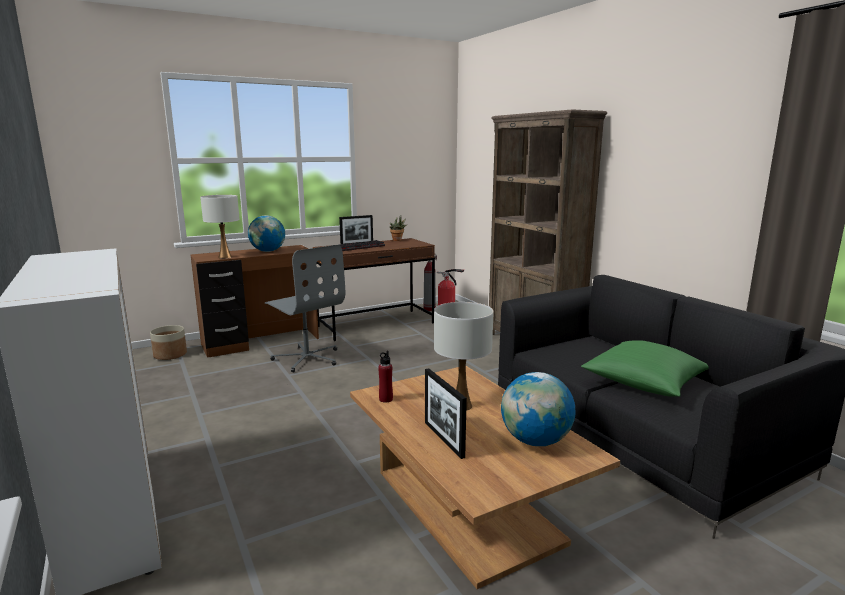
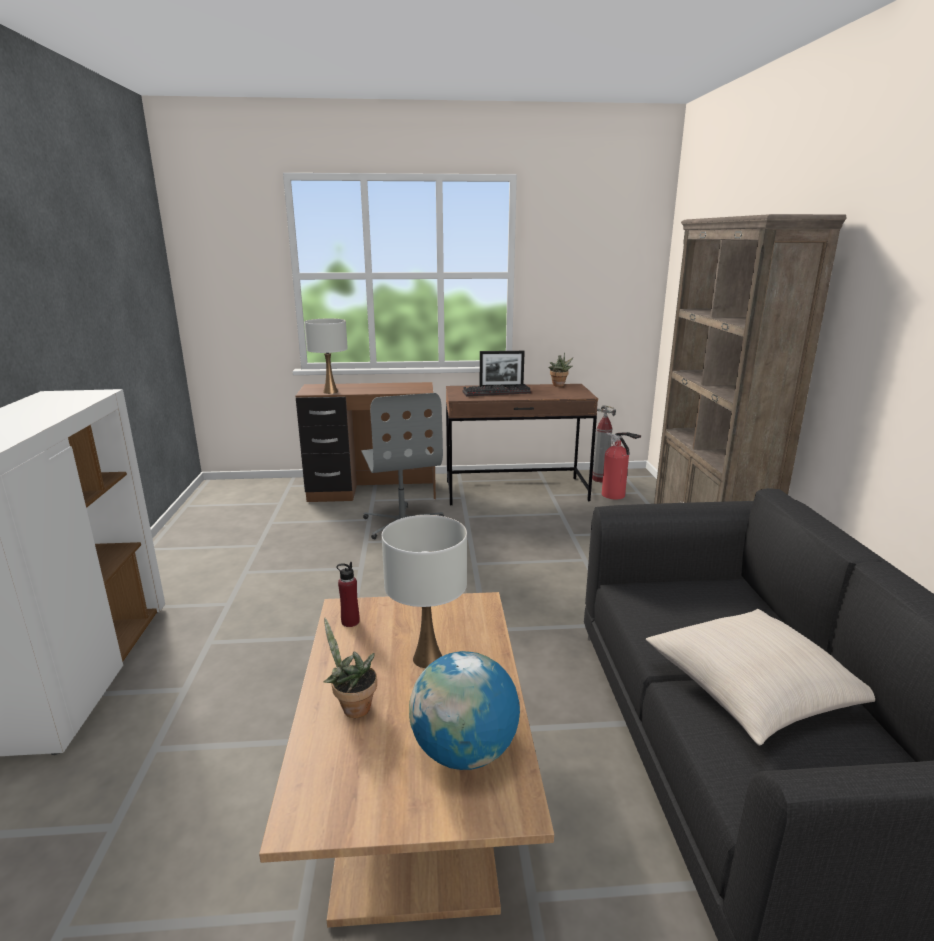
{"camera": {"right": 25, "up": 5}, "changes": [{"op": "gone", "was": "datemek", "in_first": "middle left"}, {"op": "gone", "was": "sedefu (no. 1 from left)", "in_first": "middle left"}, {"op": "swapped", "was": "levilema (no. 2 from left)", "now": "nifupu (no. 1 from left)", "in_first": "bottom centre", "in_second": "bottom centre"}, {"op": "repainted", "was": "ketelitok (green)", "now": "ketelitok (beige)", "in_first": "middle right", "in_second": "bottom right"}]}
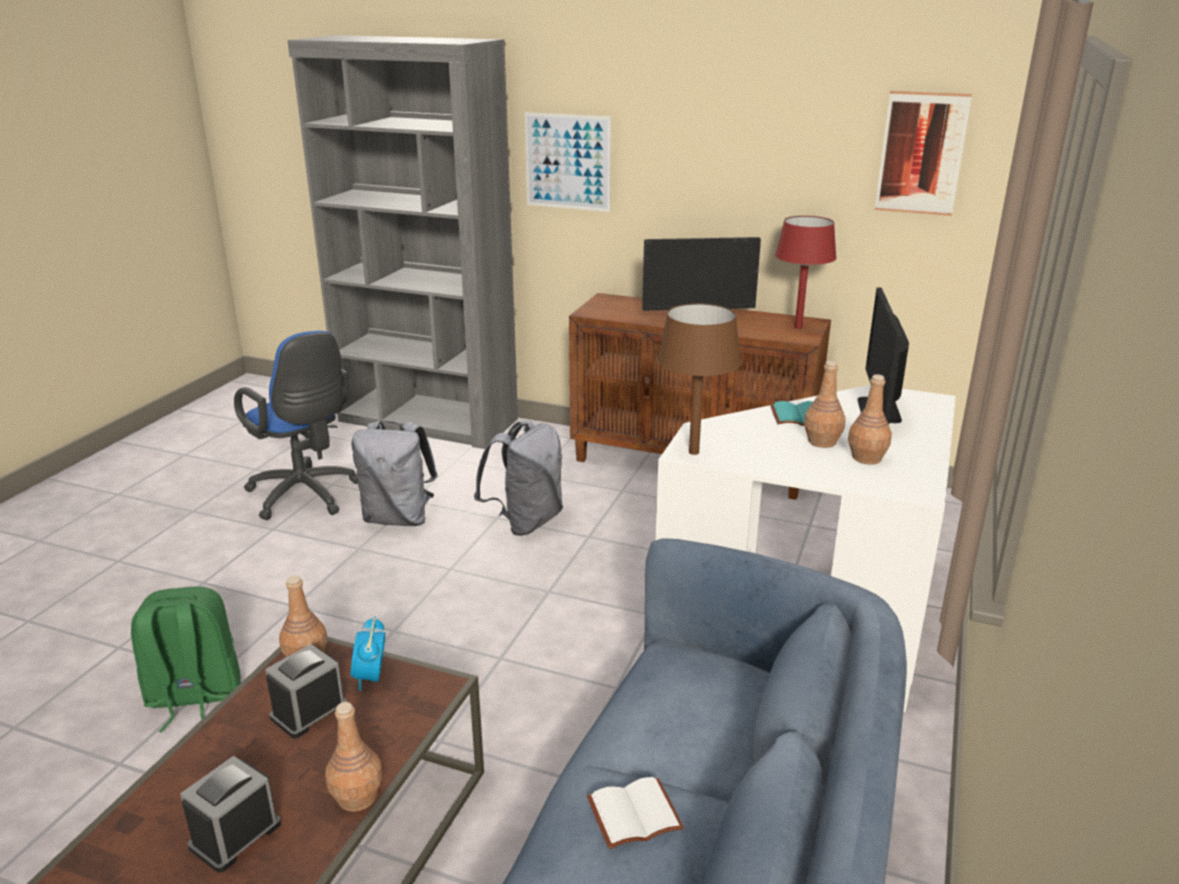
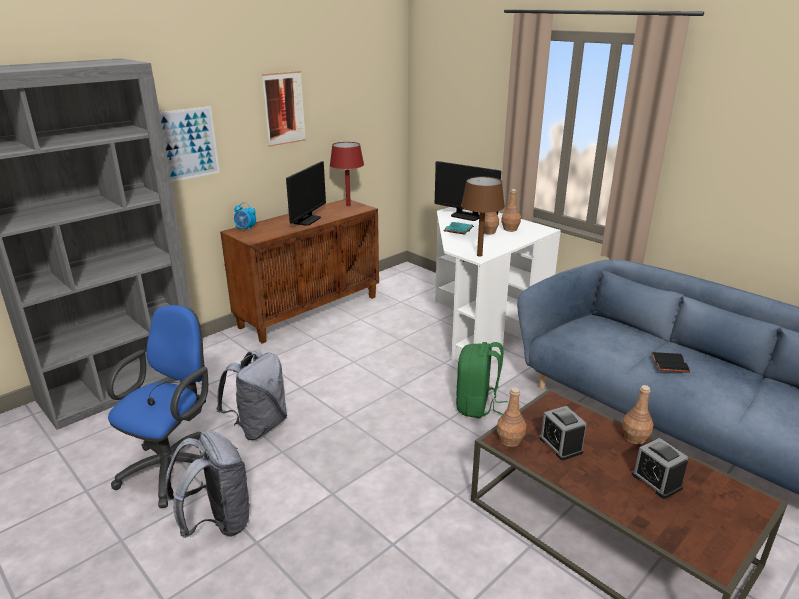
{"camera": {"right": -65, "up": 0}, "changes": [{"op": "shifted", "was": "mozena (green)", "in_first": "bottom left", "in_second": "centre"}, {"op": "rotated", "was": "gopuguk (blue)", "in_first": "middle left", "in_second": "bottom left", "clockwise": -45}, {"op": "shifted", "was": "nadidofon (no. 3 from left in the first image)", "now": "nadidofon (no. 1 from left)", "in_first": "bottom left", "in_second": "middle left"}, {"op": "shifted", "was": "mozena (grey) (no. 2 from left in the first image)", "now": "mozena (grey) (no. 1 from left)", "in_first": "centre", "in_second": "bottom left"}, {"op": "repainted", "was": "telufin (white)", "now": "telufin (black)", "in_first": "bottom centre", "in_second": "middle right"}, {"op": "shifted", "was": "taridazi (no. 2 from left)", "in_first": "top right", "in_second": "top centre"}]}
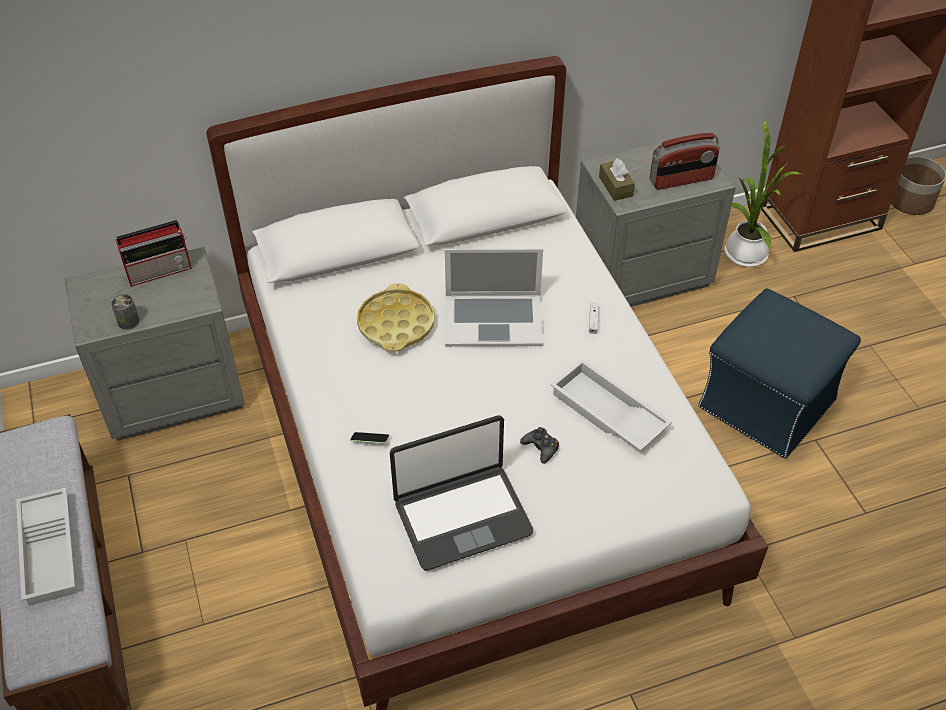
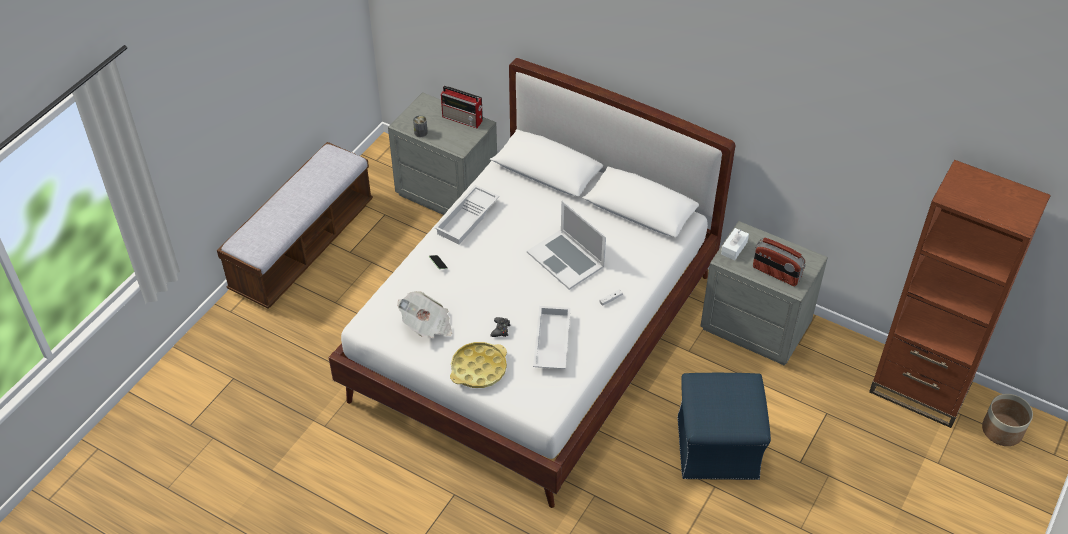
{"camera": {"right": 50, "up": 0}, "changes": [{"op": "shifted", "was": "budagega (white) (no. 1 from left)", "in_first": "bottom left", "in_second": "centre"}, {"op": "shifted", "was": "budagega (yellow)", "in_first": "centre", "in_second": "bottom centre"}, {"op": "swapped", "was": "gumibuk (no. 1 from left)", "now": "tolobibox", "in_first": "bottom centre", "in_second": "centre"}, {"op": "repainted", "was": "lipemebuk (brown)", "now": "lipemebuk (white)", "in_first": "top centre", "in_second": "middle right"}, {"op": "gone", "was": "nifupu", "in_first": "top right"}]}
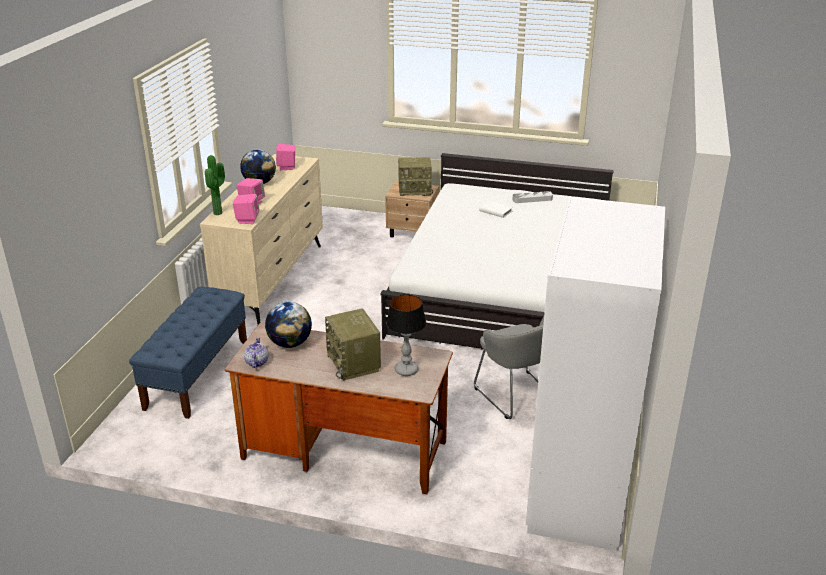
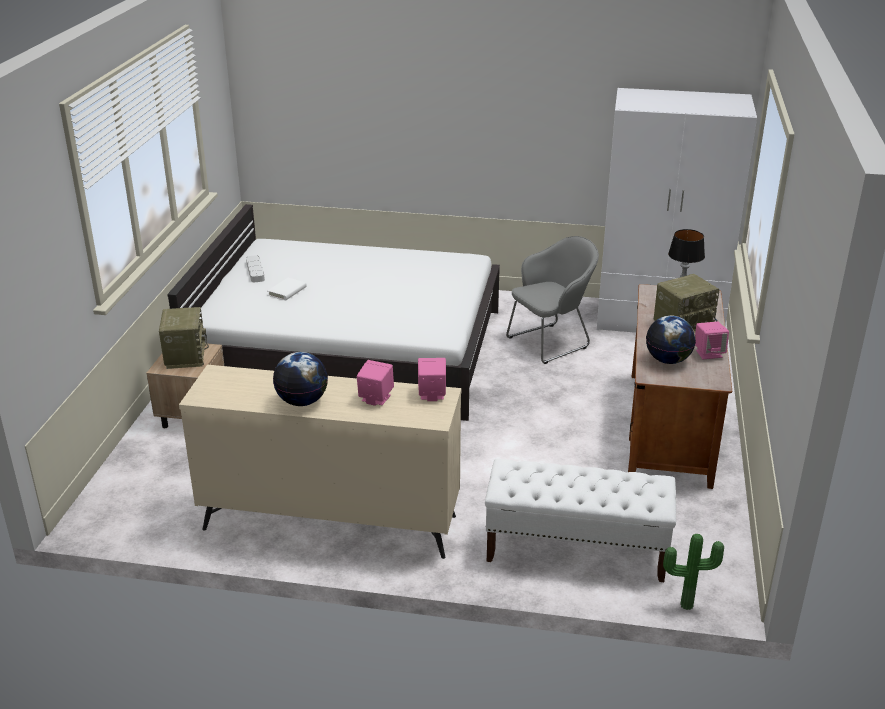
{"camera": {"right": -95, "up": 0}, "changes": [{"op": "repainted", "was": "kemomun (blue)", "now": "kemomun (white)", "in_first": "middle left", "in_second": "bottom centre"}, {"op": "shifted", "was": "nifupu", "in_first": "top left", "in_second": "bottom right"}, {"op": "gone", "was": "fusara", "in_first": "middle left"}, {"op": "shifted", "was": "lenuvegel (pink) (no. 3 from left)", "in_first": "top centre", "in_second": "middle right"}]}
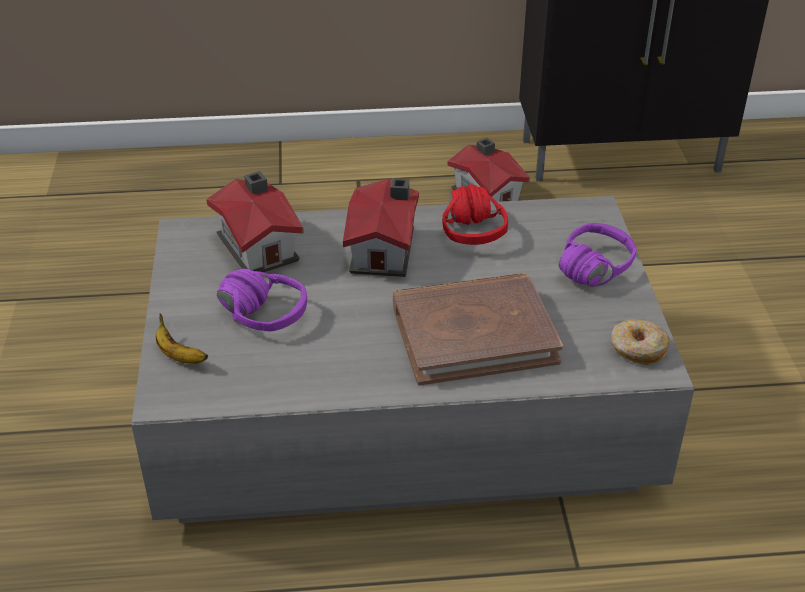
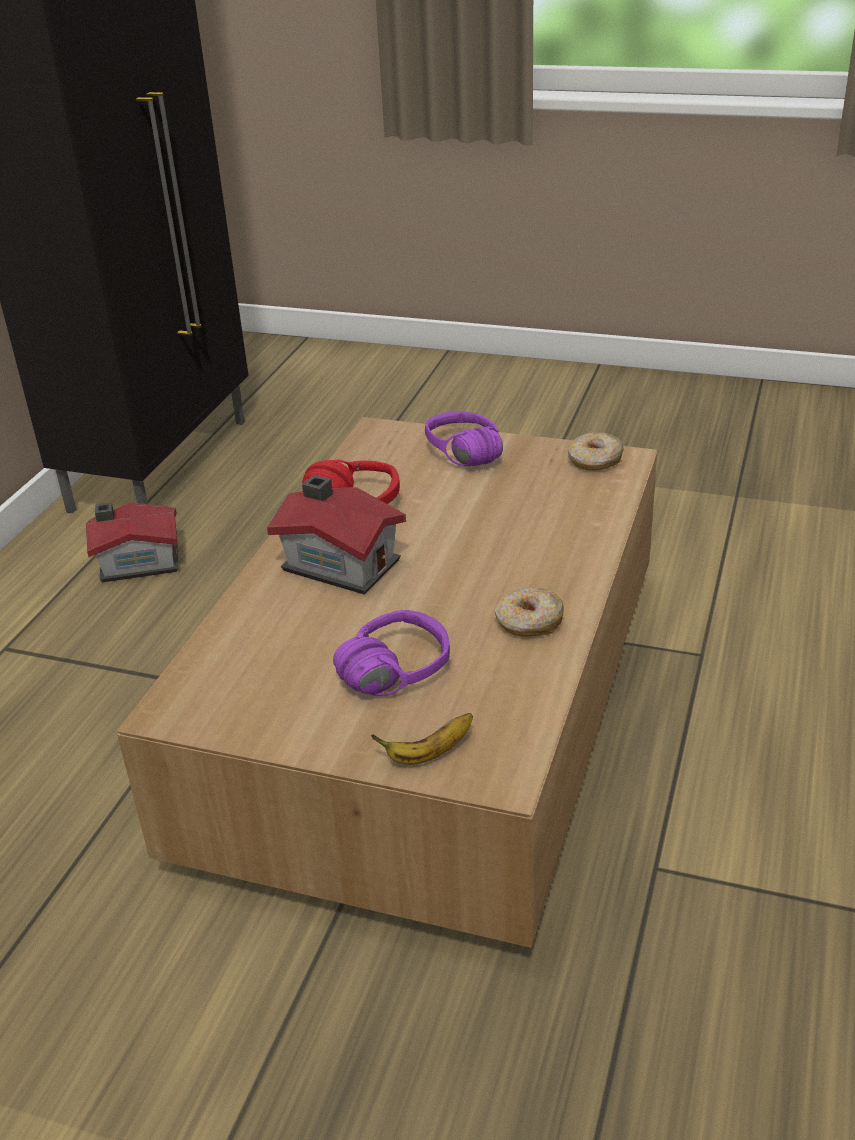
{"camera": {"right": -65, "up": -5}, "changes": [{"op": "repainted", "was": "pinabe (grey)", "now": "pinabe (brown)", "in_first": "centre", "in_second": "centre"}, {"op": "gone", "was": "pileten (no. 1 from left)", "in_first": "middle left"}, {"op": "gone", "was": "telufin (brown)", "in_first": "centre"}, {"op": "new", "now": "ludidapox (no. 1 from left)", "in_second": "centre"}]}
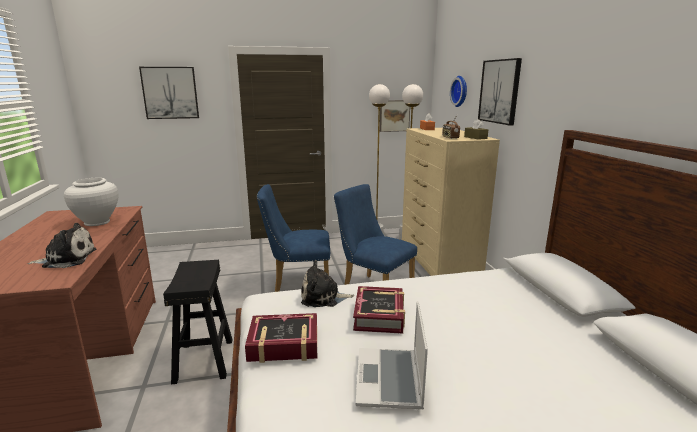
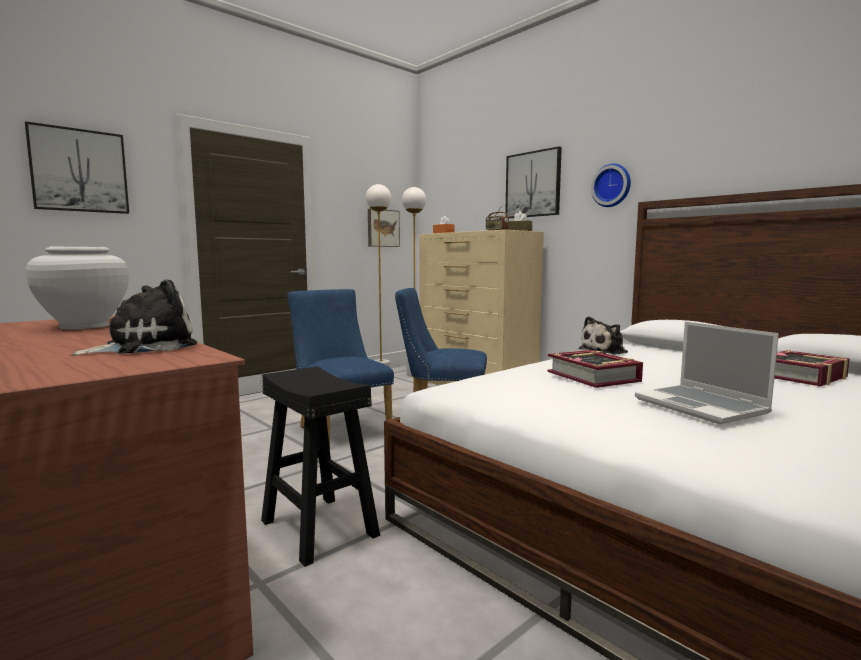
{"camera": {"right": -30, "up": -10}, "changes": [{"op": "shifted", "was": "telufin (no. 1 from left in the first image)", "now": "telufin (no. 2 from left)", "in_first": "bottom centre", "in_second": "middle right"}, {"op": "rotated", "was": "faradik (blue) (no. 1 from left)", "in_first": "centre", "in_second": "centre", "clockwise": 90}, {"op": "shifted", "was": "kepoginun (no. 2 from left)", "in_first": "centre", "in_second": "middle right"}, {"op": "shifted", "was": "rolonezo", "in_first": "top centre", "in_second": "top right"}]}
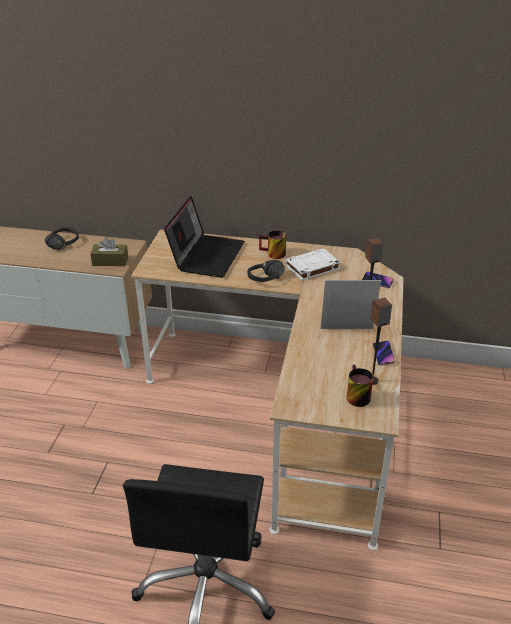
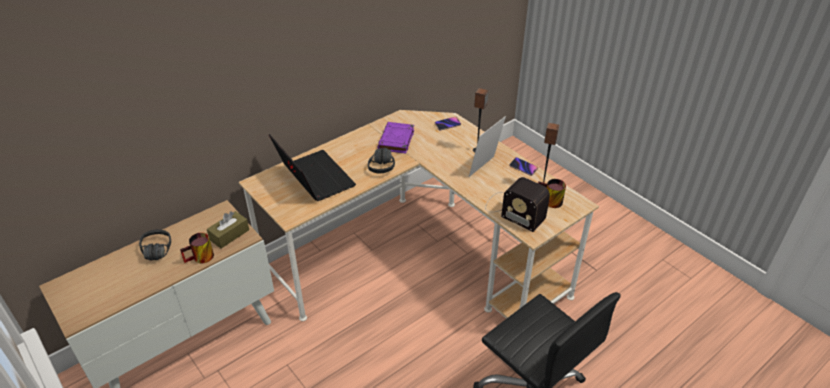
{"camera": {"right": -50, "up": 5}, "changes": [{"op": "shifted", "was": "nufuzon (no. 1 from left)", "in_first": "centre", "in_second": "middle left"}, {"op": "repainted", "was": "telufin (white)", "now": "telufin (purple)", "in_first": "centre", "in_second": "centre"}, {"op": "new", "now": "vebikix", "in_second": "centre"}]}
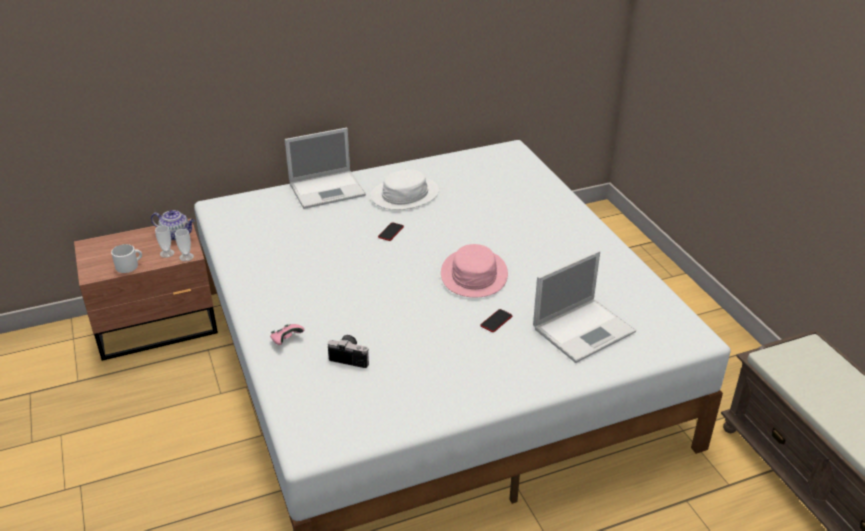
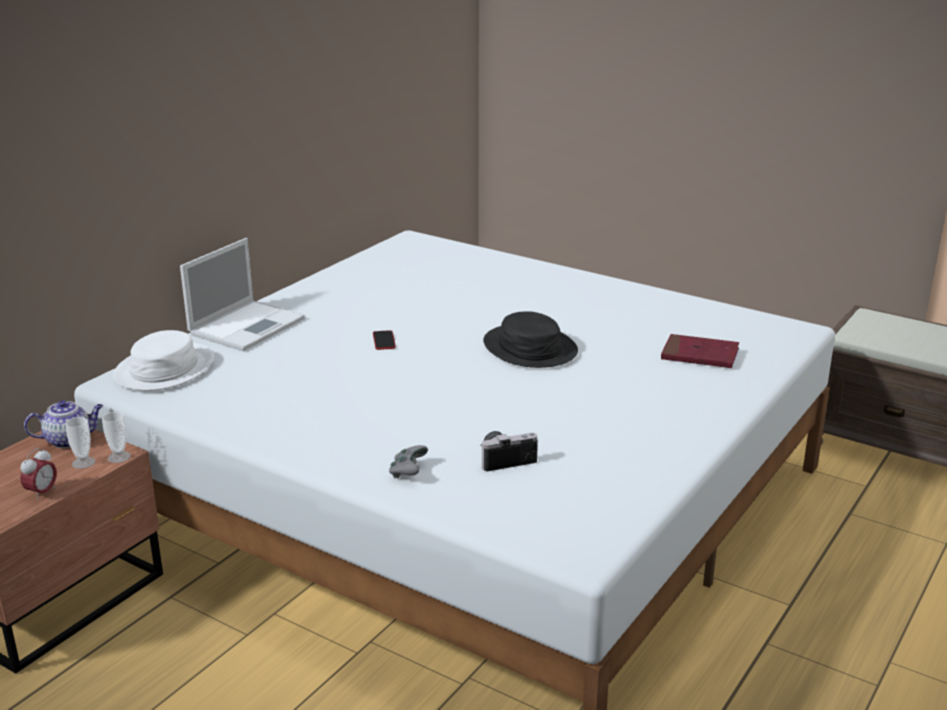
{"camera": {"right": -35, "up": -10}, "changes": [{"op": "swapped", "was": "nufuzon (white)", "now": "nadidofon", "in_first": "middle left", "in_second": "bottom left"}, {"op": "repainted", "was": "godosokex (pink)", "now": "godosokex (grey)", "in_first": "middle left", "in_second": "centre"}, {"op": "shifted", "was": "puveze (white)", "in_first": "centre", "in_second": "middle left"}, {"op": "repainted", "was": "puveze (pink)", "now": "puveze (black)", "in_first": "centre", "in_second": "centre"}, {"op": "gone", "was": "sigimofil (no. 2 from left)", "in_first": "centre"}, {"op": "swapped", "was": "gumibuk (no. 2 from left)", "now": "telufin (red)", "in_first": "middle right", "in_second": "middle right"}]}
